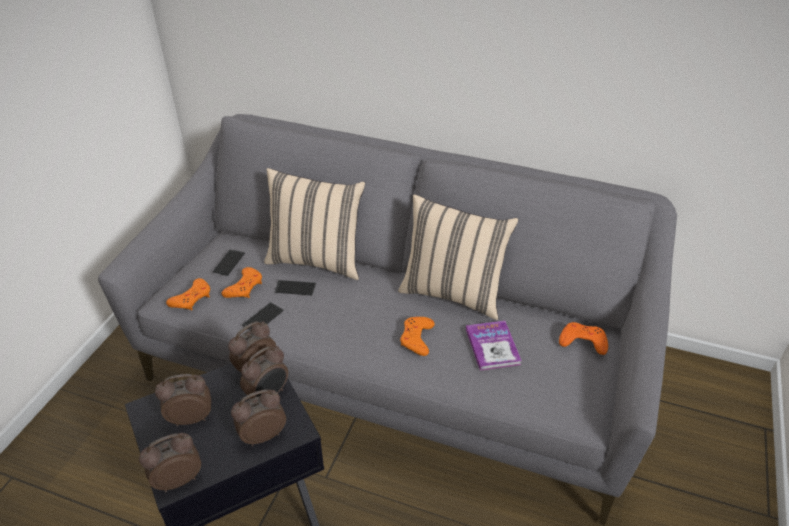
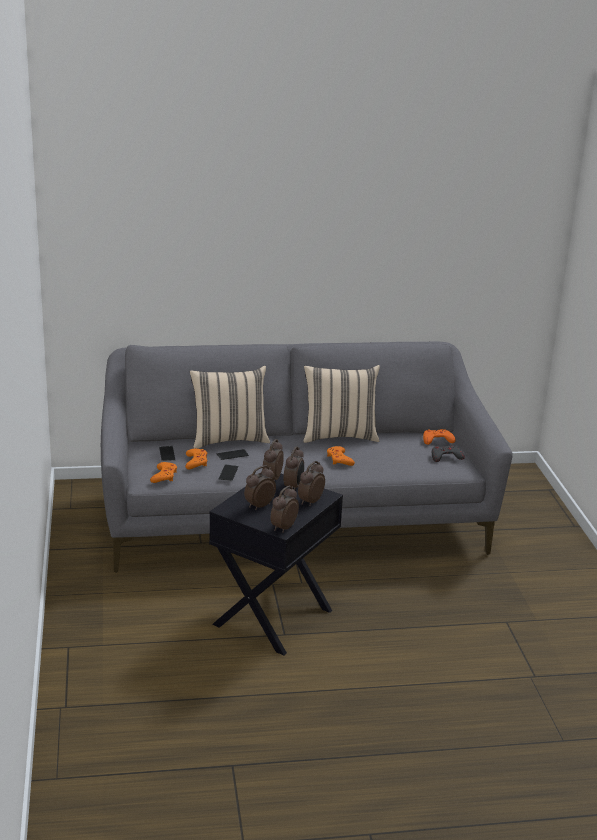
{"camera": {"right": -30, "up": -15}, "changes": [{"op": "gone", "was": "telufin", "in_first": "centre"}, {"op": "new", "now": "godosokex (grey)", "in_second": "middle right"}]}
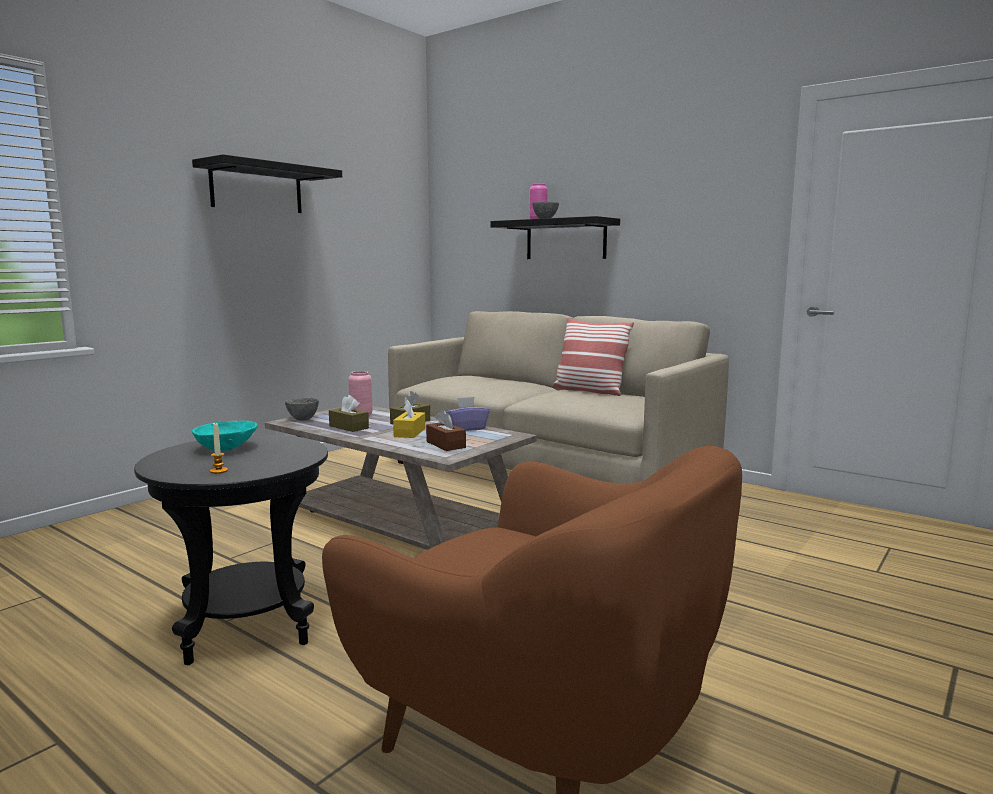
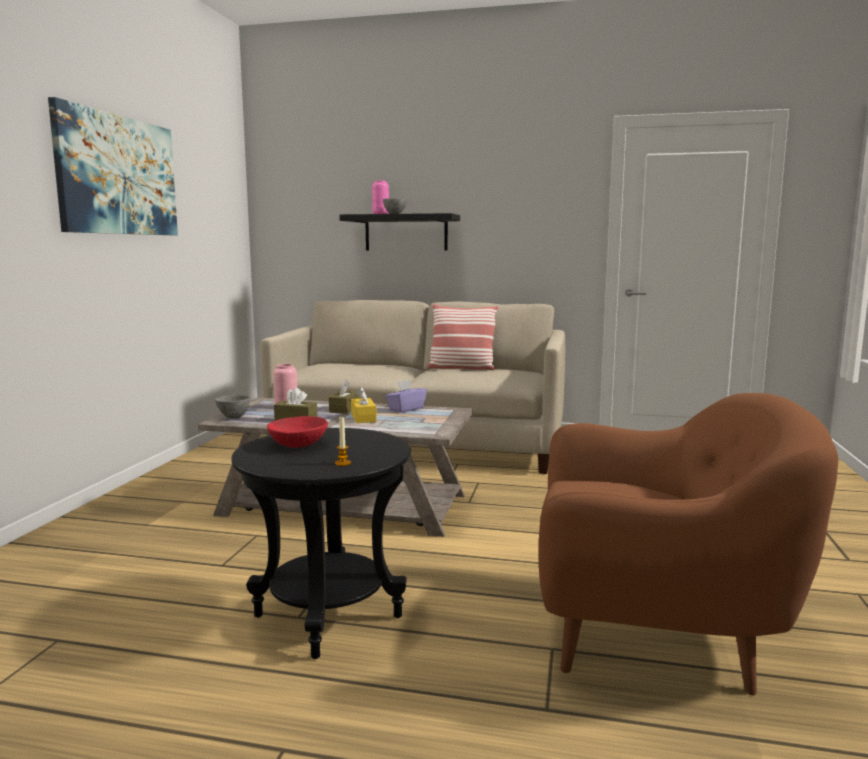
{"camera": {"right": -25, "up": 0}, "changes": [{"op": "swapped", "was": "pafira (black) (no. 1 from left)", "now": "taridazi", "in_first": "top left", "in_second": "top left"}, {"op": "repainted", "was": "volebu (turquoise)", "now": "volebu (red)", "in_first": "middle left", "in_second": "centre"}, {"op": "gone", "was": "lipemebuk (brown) (no. 3 from left)", "in_first": "centre"}]}
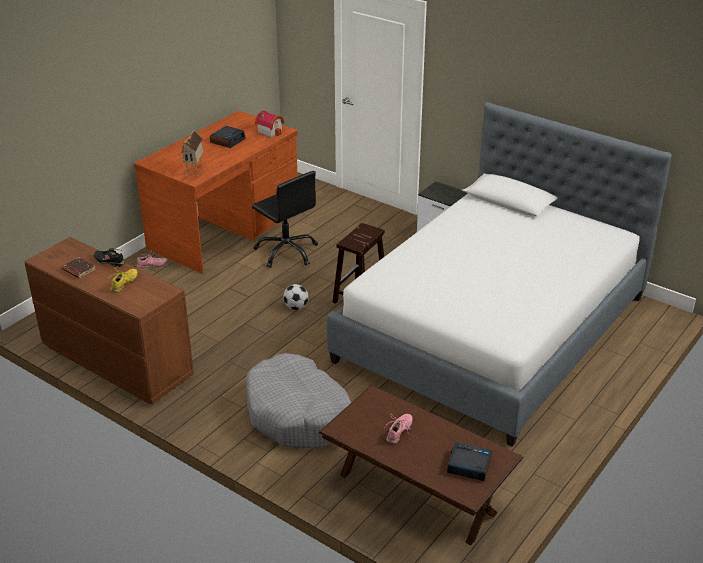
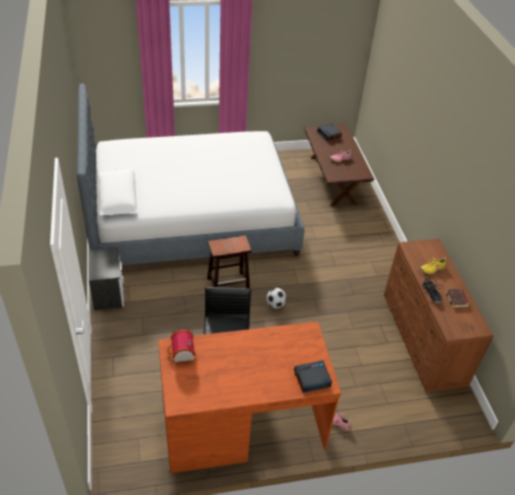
{"camera": {"right": -140, "up": 10}, "changes": [{"op": "gone", "was": "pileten (no. 1 from left)", "in_first": "top left"}, {"op": "shifted", "was": "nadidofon (no. 1 from left)", "in_first": "top left", "in_second": "bottom centre"}, {"op": "gone", "was": "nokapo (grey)", "in_first": "bottom centre"}]}
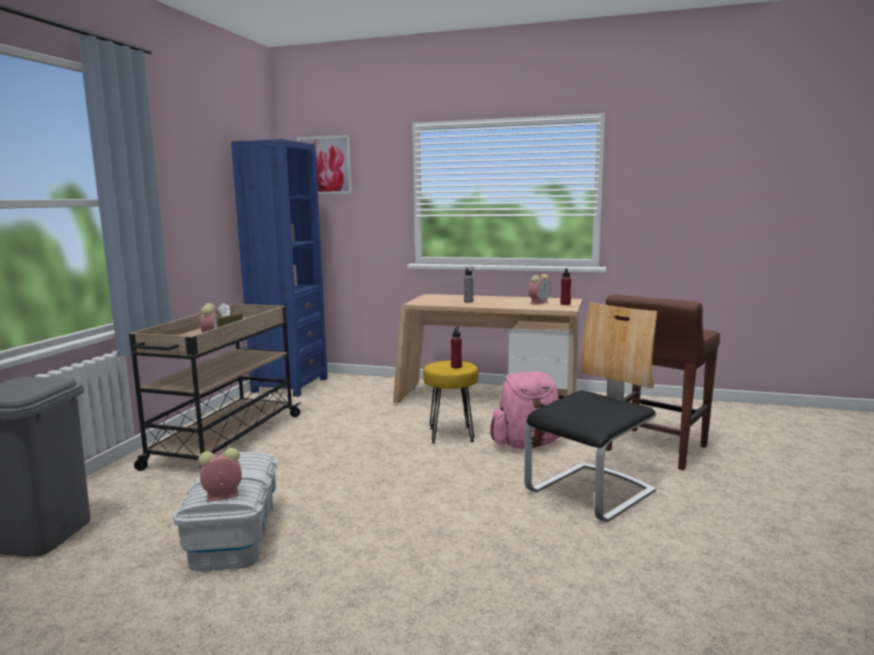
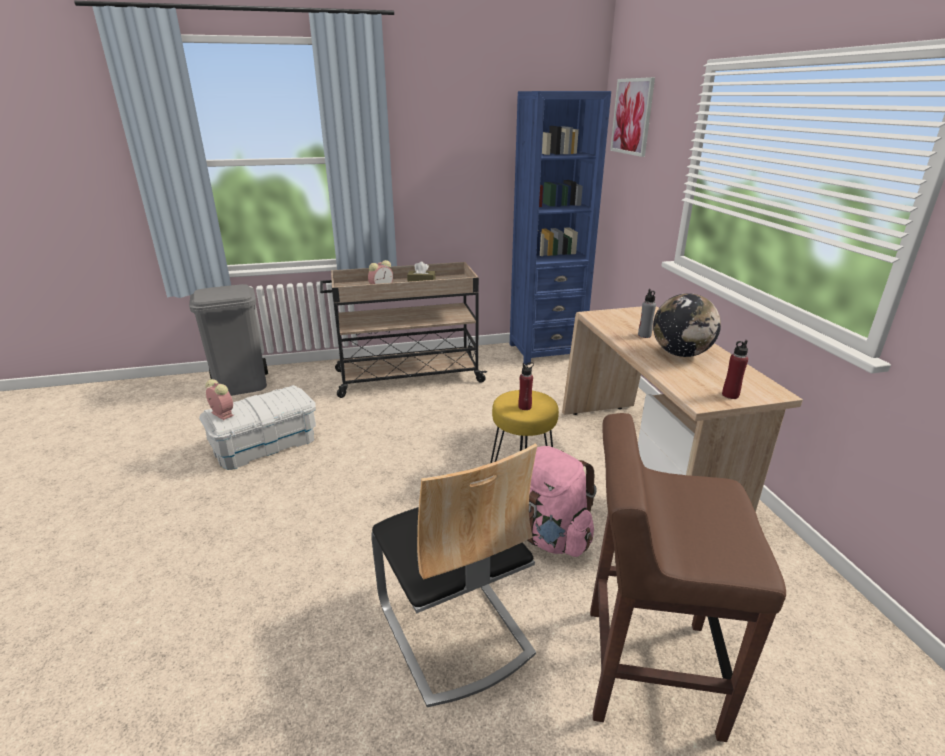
{"camera": {"right": 60, "up": 15}, "changes": [{"op": "rotated", "was": "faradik", "in_first": "middle right", "in_second": "bottom centre", "clockwise": 45}, {"op": "gone", "was": "nadidofon (no. 3 from left)", "in_first": "centre"}, {"op": "new", "now": "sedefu", "in_second": "middle right"}]}
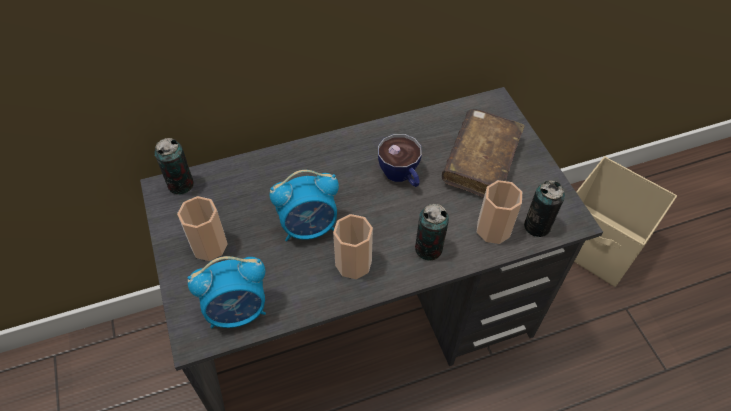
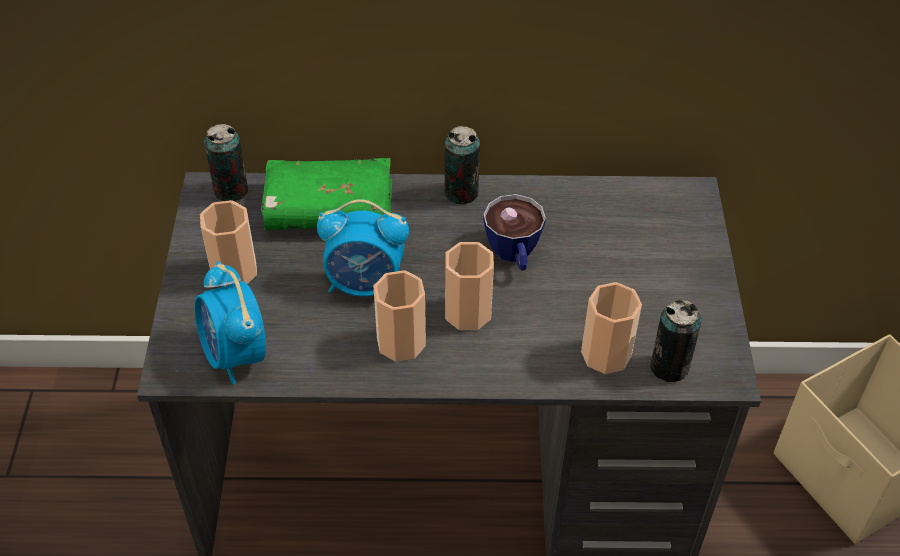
{"camera": {"right": 20, "up": -5}, "changes": [{"op": "rotated", "was": "nadidofon (no. 1 from left)", "in_first": "bottom left", "in_second": "middle left", "clockwise": 60}, {"op": "shifted", "was": "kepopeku (no. 2 from left)", "in_first": "centre", "in_second": "top centre"}, {"op": "gone", "was": "telufin (brown)", "in_first": "centre"}, {"op": "new", "now": "telufin (green)", "in_second": "centre"}, {"op": "new", "now": "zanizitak (no. 3 from left)", "in_second": "centre"}]}
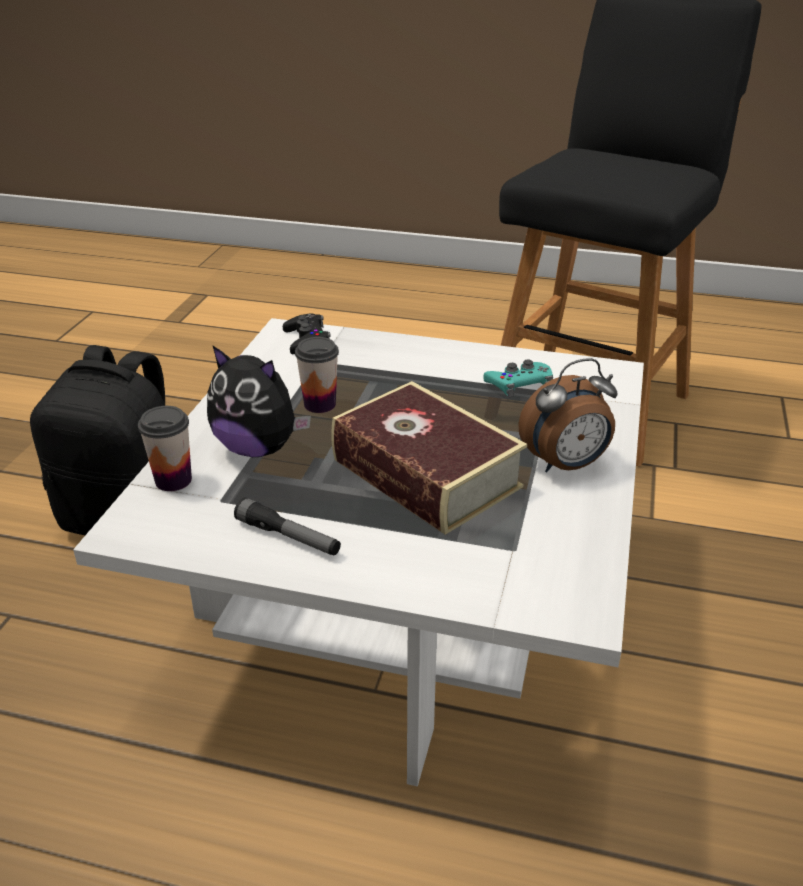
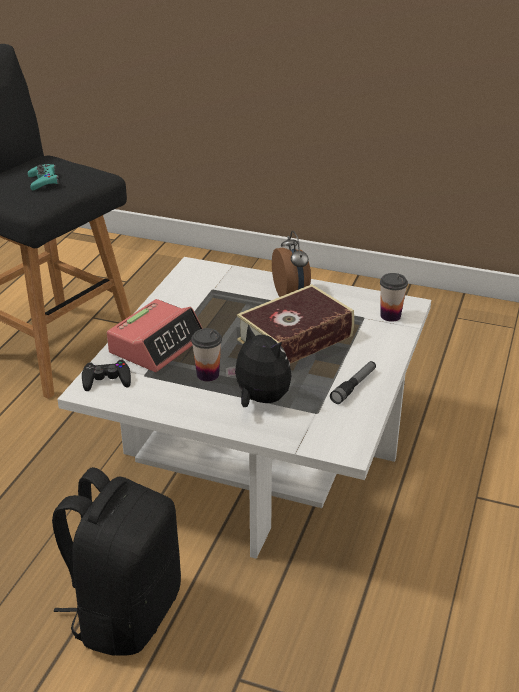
{"camera": {"right": -85, "up": 0}, "changes": [{"op": "shifted", "was": "zanizitak (no. 1 from left in the first image)", "now": "zanizitak (no. 2 from left)", "in_first": "middle left", "in_second": "middle right"}, {"op": "rotated", "was": "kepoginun", "in_first": "middle left", "in_second": "centre", "clockwise": -75}, {"op": "shifted", "was": "godosokex (turquoise)", "in_first": "centre", "in_second": "top left"}, {"op": "new", "now": "nadidofon (no. 1 from left)", "in_second": "middle left"}]}
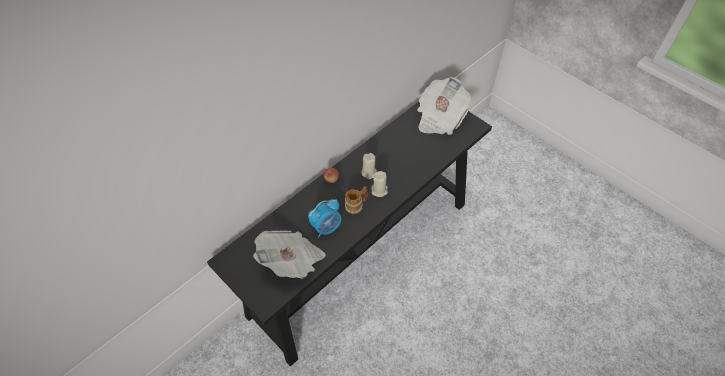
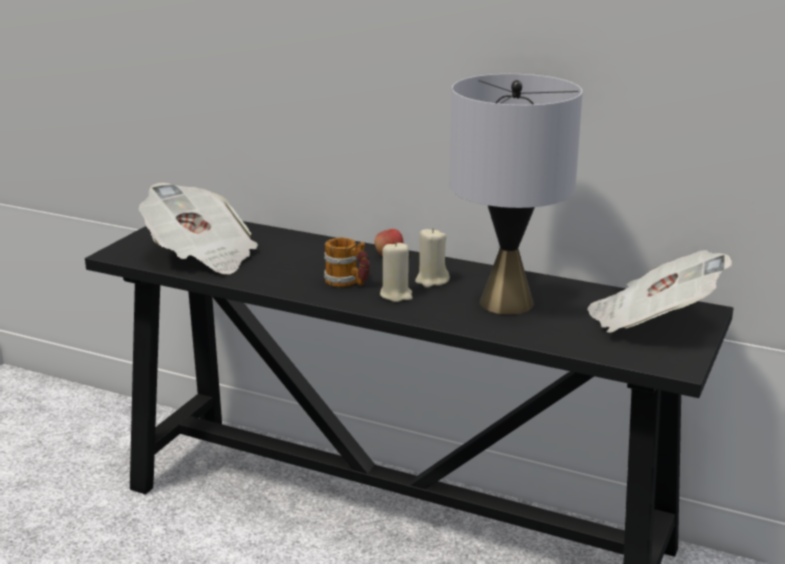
{"camera": {"right": 70, "up": -30}, "changes": [{"op": "gone", "was": "nadidofon", "in_first": "centre"}, {"op": "new", "now": "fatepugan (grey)", "in_second": "centre"}]}
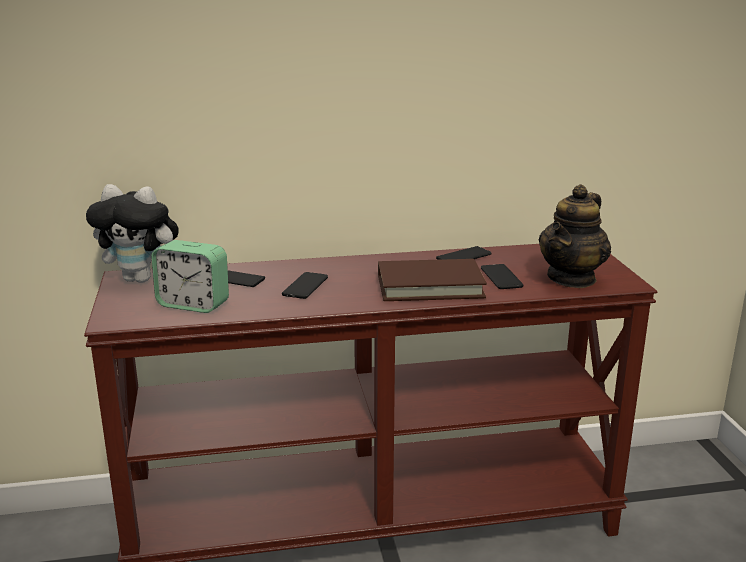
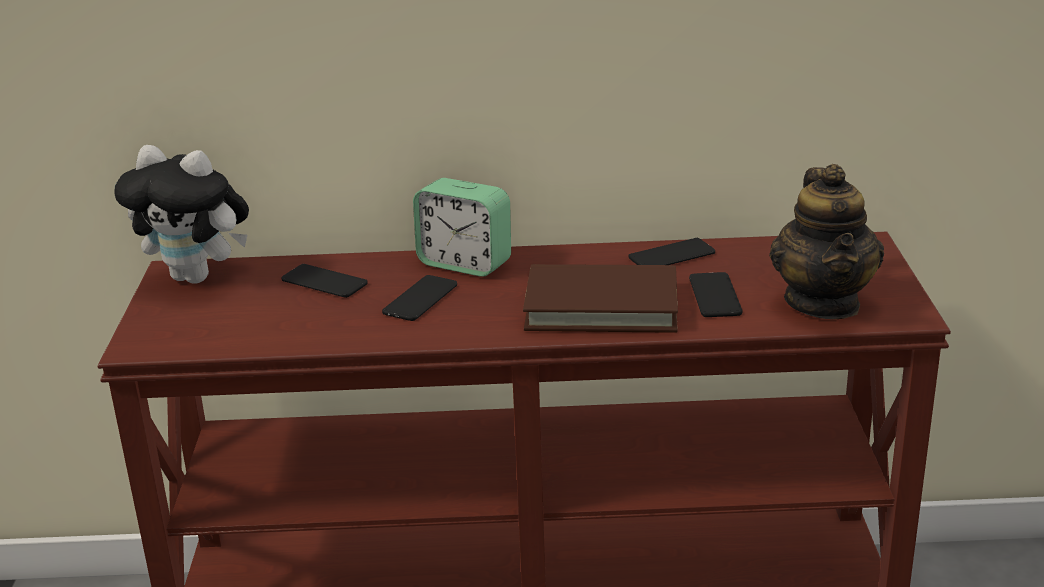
{"camera": {"right": 10, "up": 5}, "changes": [{"op": "shifted", "was": "nadidofon", "in_first": "middle left", "in_second": "centre"}, {"op": "rotated", "was": "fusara", "in_first": "middle right", "in_second": "middle right", "clockwise": -45}]}
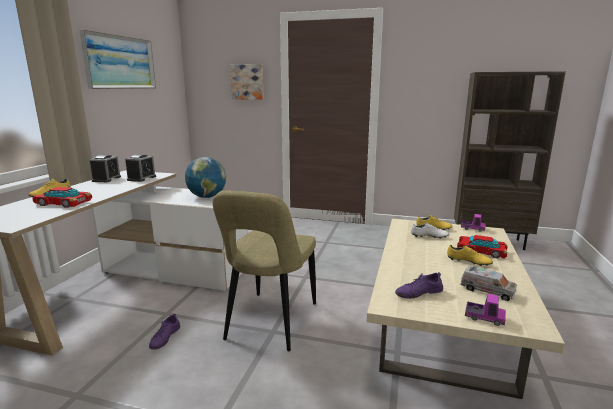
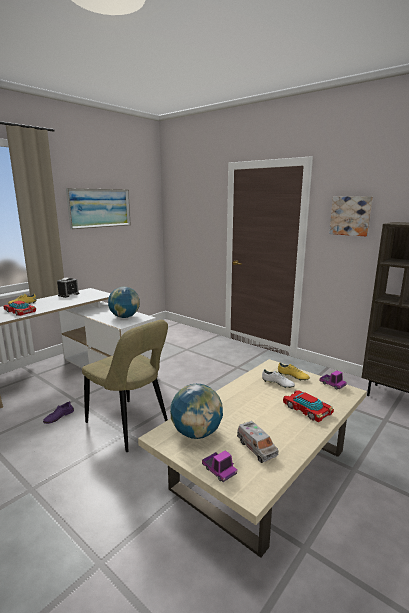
{"camera": {"right": 25, "up": 0}, "changes": [{"op": "gone", "was": "nadidofon (no. 2 from left)", "in_first": "middle left"}, {"op": "rotated", "was": "faradik (beige)", "in_first": "centre", "in_second": "middle left", "clockwise": -90}, {"op": "shifted", "was": "taridazi (no. 2 from left)", "in_first": "top centre", "in_second": "middle right"}, {"op": "swapped", "was": "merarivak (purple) (no. 2 from left)", "now": "sedefu (no. 2 from left)", "in_first": "bottom right", "in_second": "bottom centre"}, {"op": "gone", "was": "merarivak (yellow) (no. 3 from left)", "in_first": "middle right"}]}
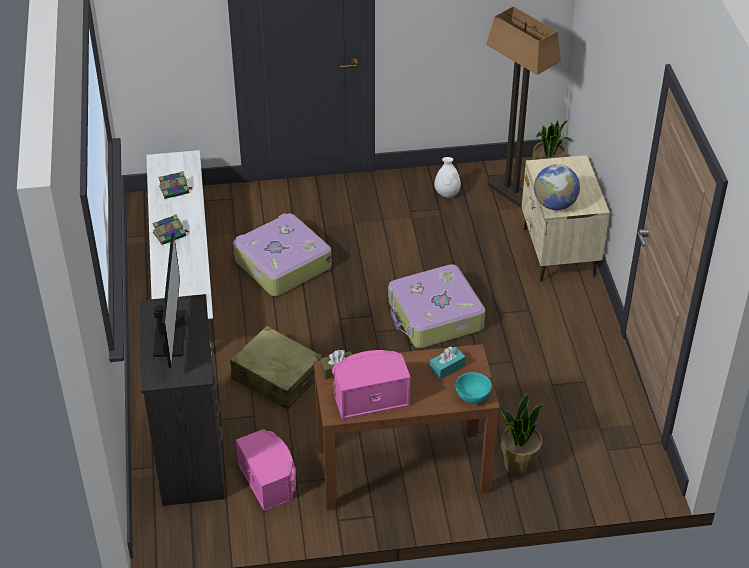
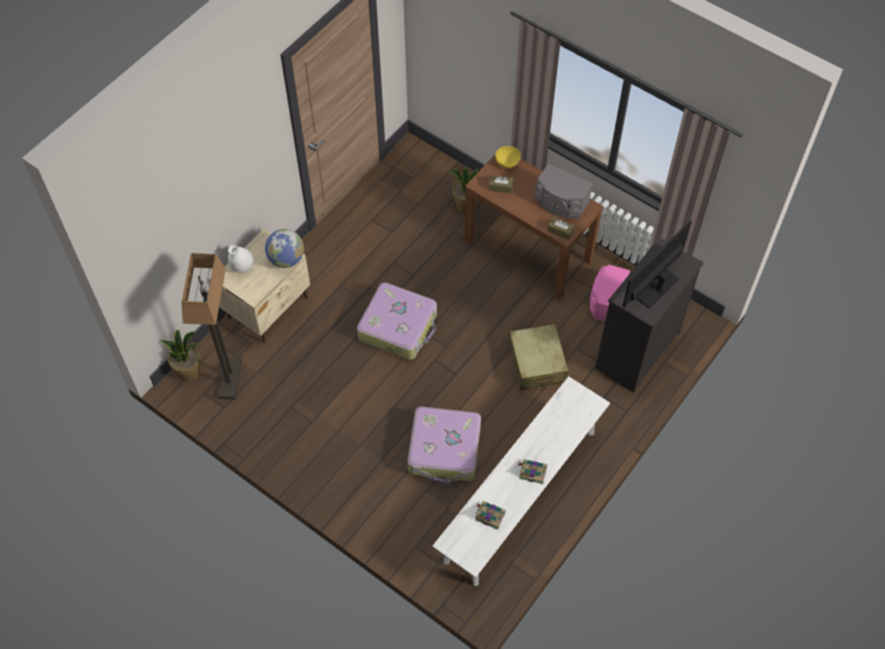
{"camera": {"right": -135, "up": 15}, "changes": [{"op": "repainted", "was": "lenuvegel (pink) (no. 2 from left)", "now": "lenuvegel (grey)", "in_first": "bottom centre", "in_second": "top centre"}, {"op": "repainted", "was": "lipemebuk (turquoise)", "now": "lipemebuk (brown) (no. 1 from left)", "in_first": "centre", "in_second": "top centre"}, {"op": "shifted", "was": "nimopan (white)", "in_first": "top centre", "in_second": "middle left"}, {"op": "repainted", "was": "volebu (turquoise)", "now": "volebu (yellow)", "in_first": "bottom centre", "in_second": "top centre"}]}
